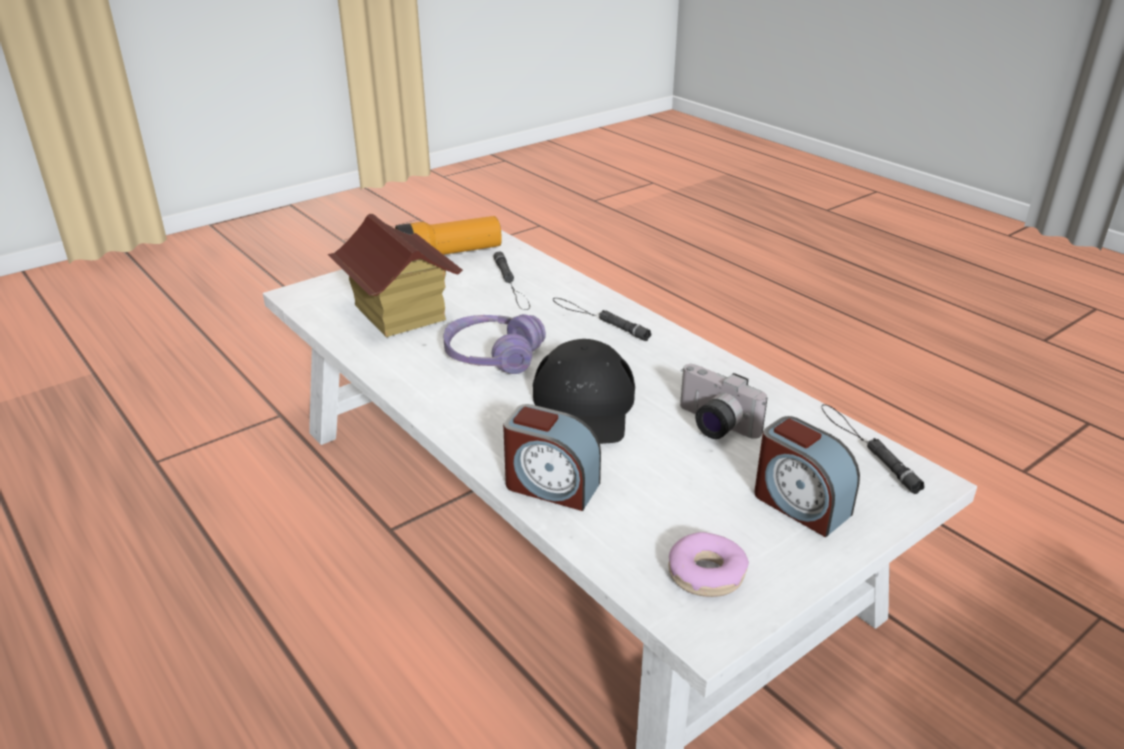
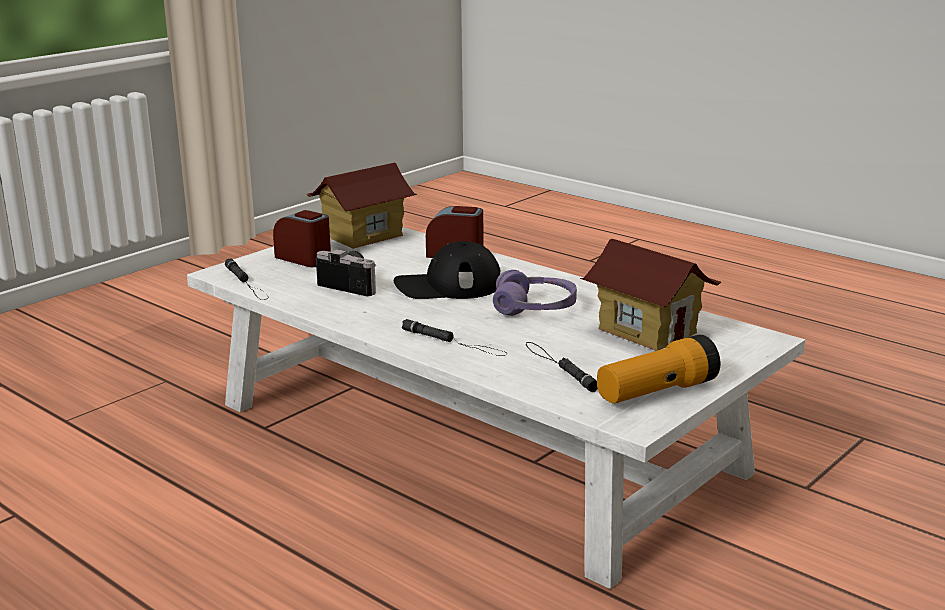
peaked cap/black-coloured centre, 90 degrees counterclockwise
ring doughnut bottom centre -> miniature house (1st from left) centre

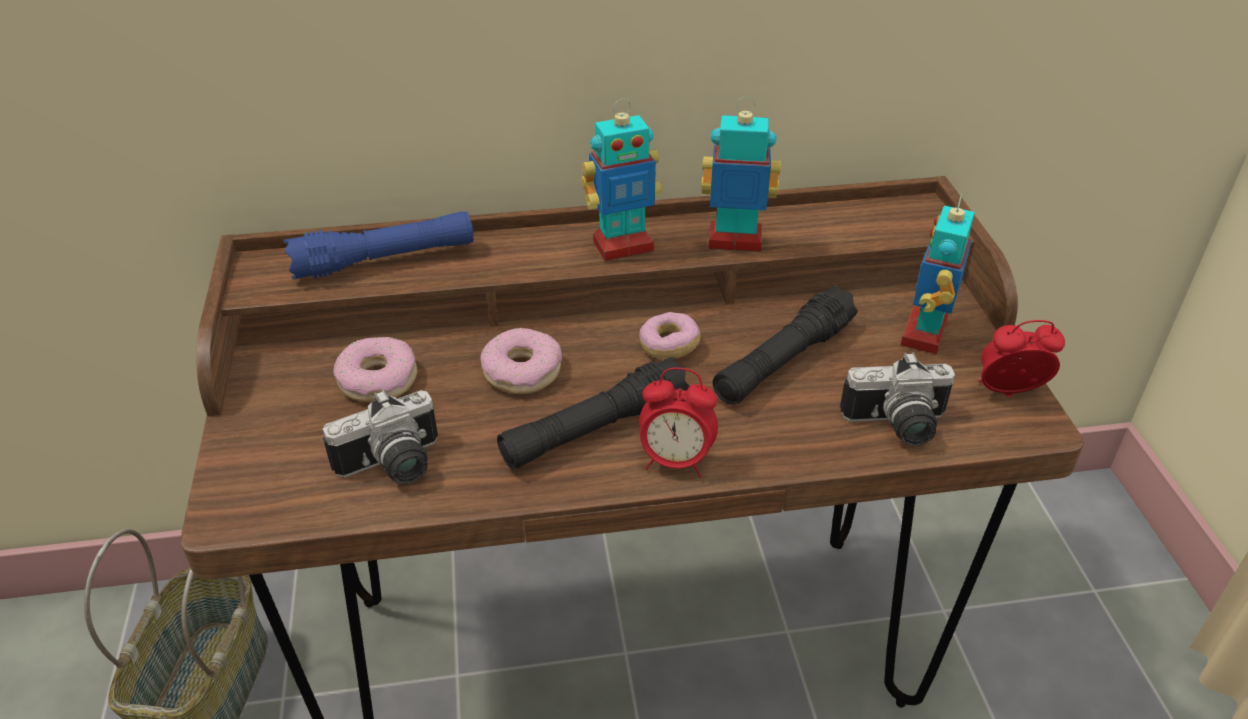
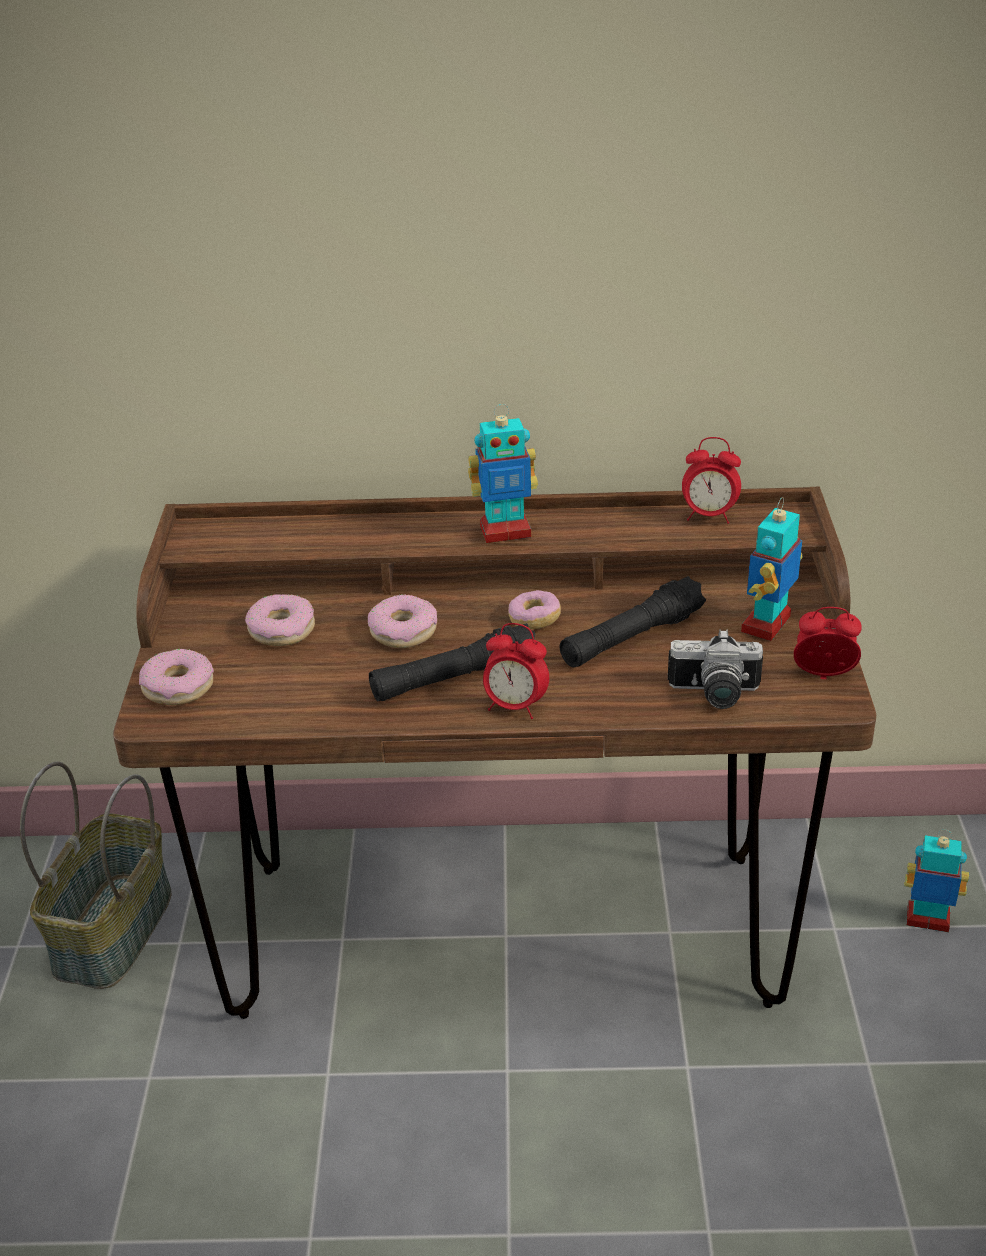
torch/blue middle left -> none
photo camera (1st from left) middle left -> none
model robot (2nd from left in the first image) top centre -> model robot (3rd from left) bottom right, moved
none -> ring doughnut (1st from left) middle left
none -> alarm clock (2nd from left) middle right

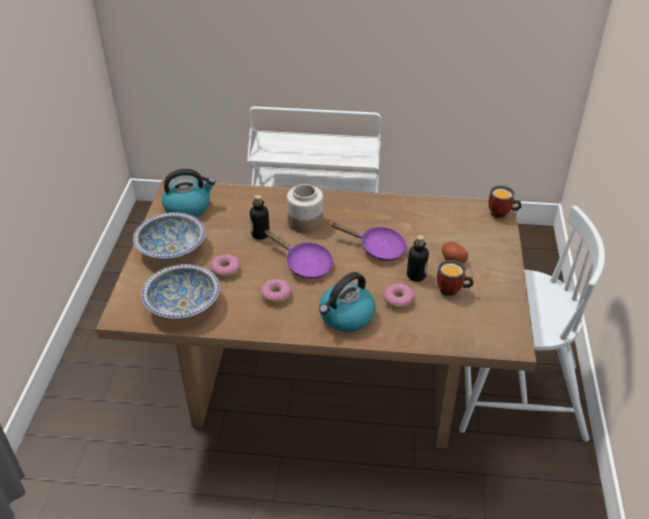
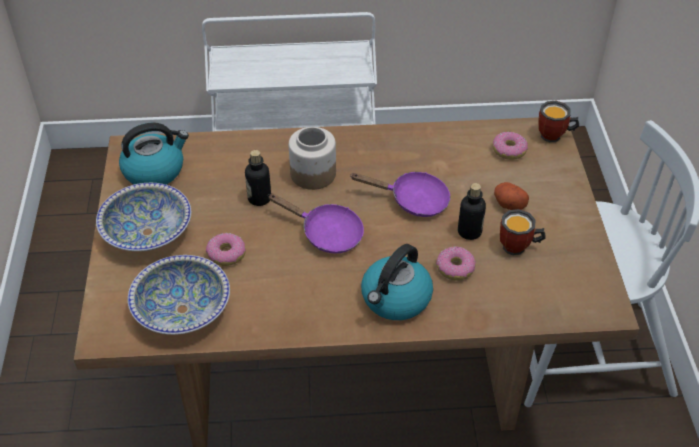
ring doughnut (2nd from left in the first image) centre -> ring doughnut (3rd from left) top right, moved

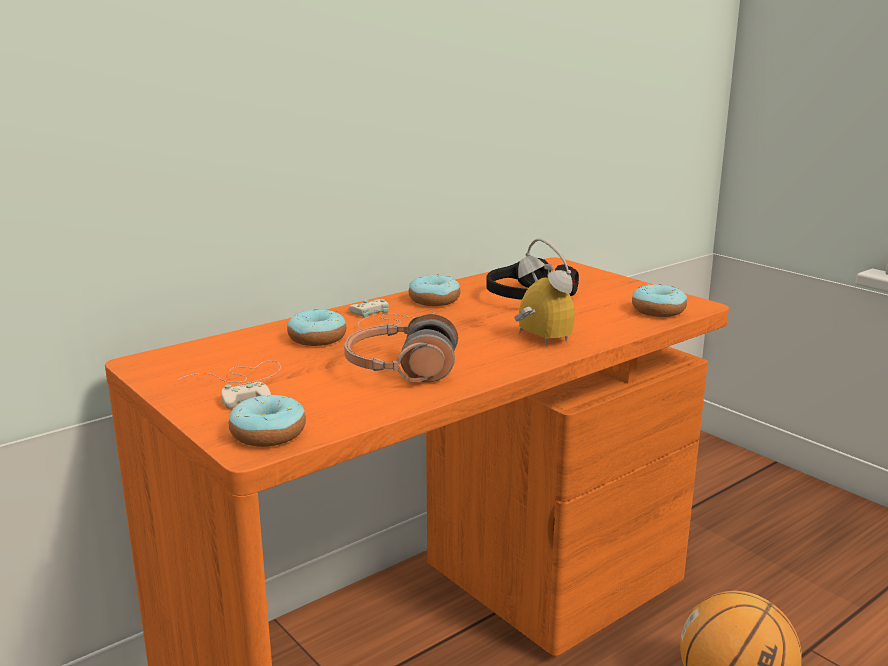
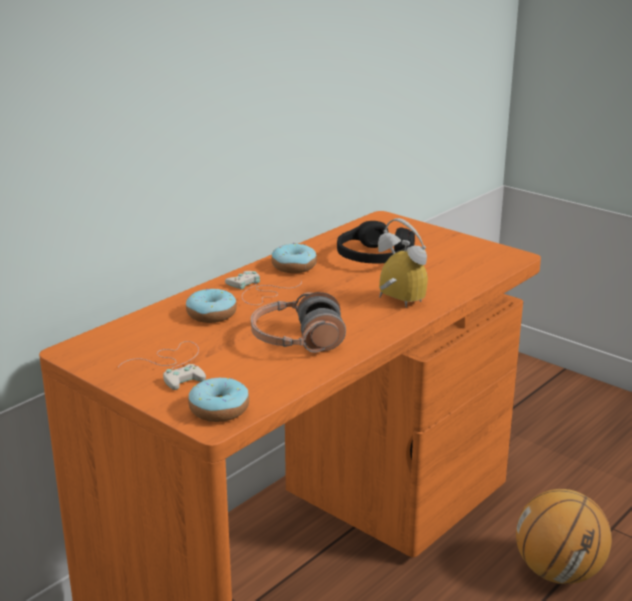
ring doughnut (4th from left) middle right -> none

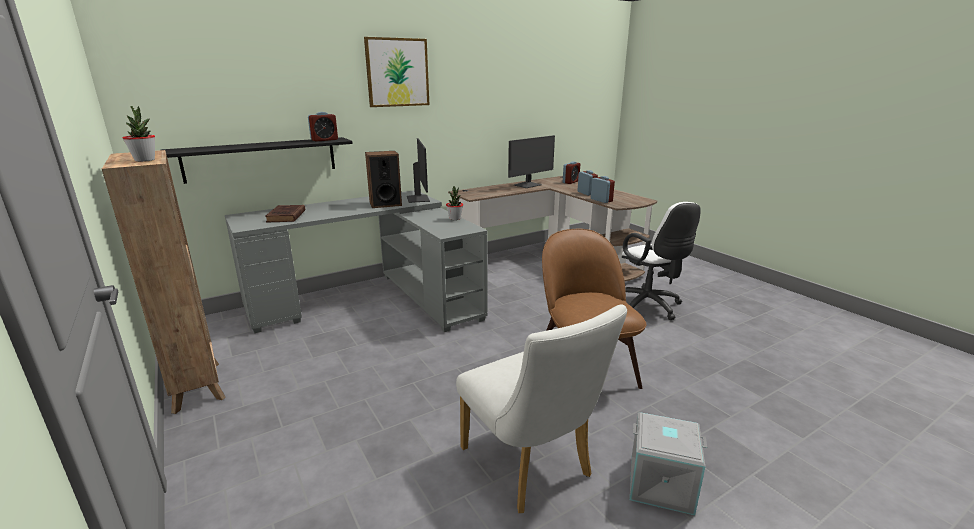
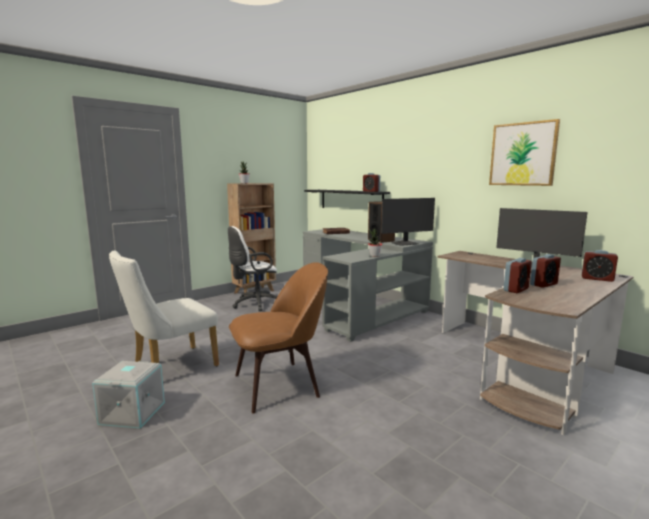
wall art top centre -> wall art top right, moved
computer chair/white middle right -> computer chair/white centre, moved

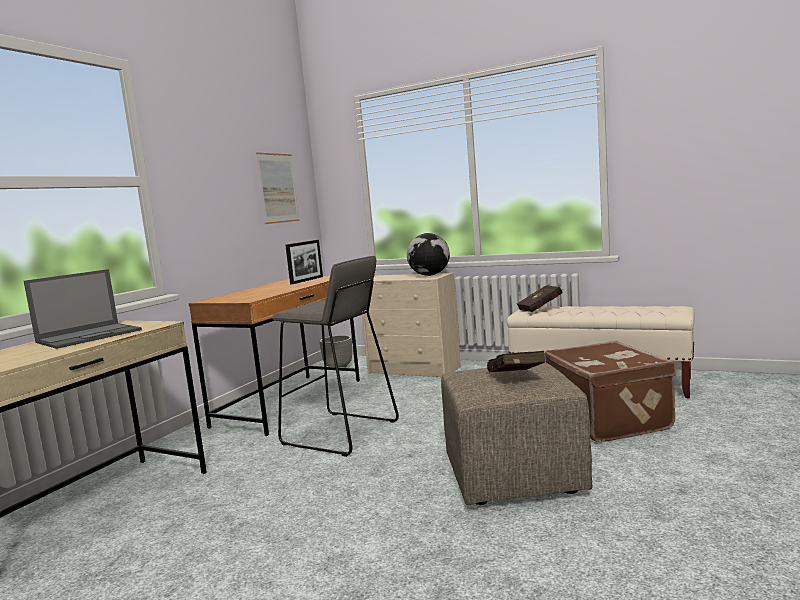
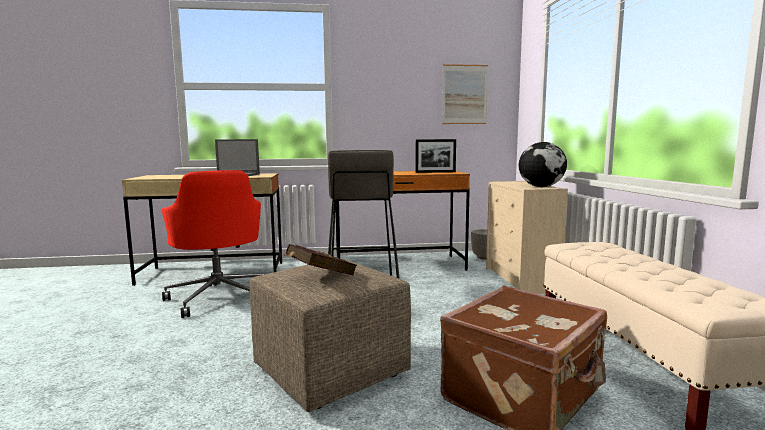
bound book/reddish (2nd from left) middle right -> none
none -> computer chair/reddish middle left

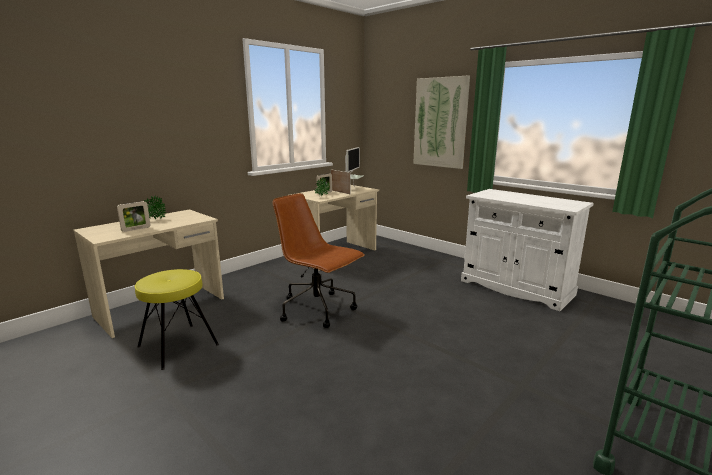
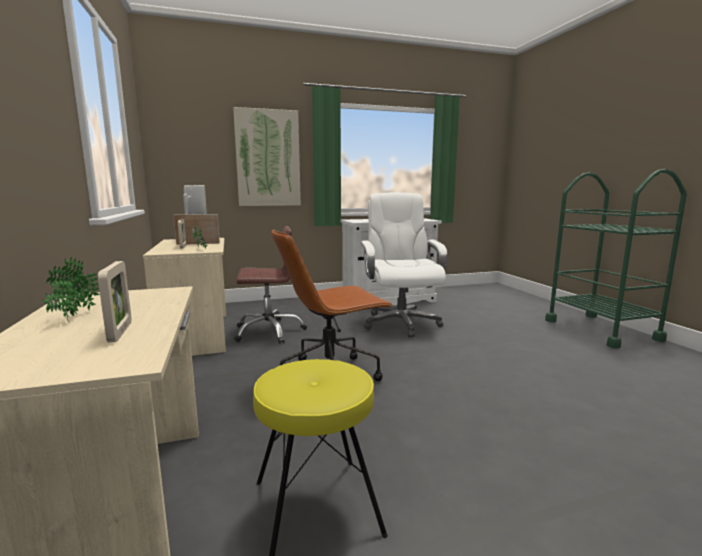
none -> computer chair/brown-coloured (1st from left) centre
none -> computer chair/white centre

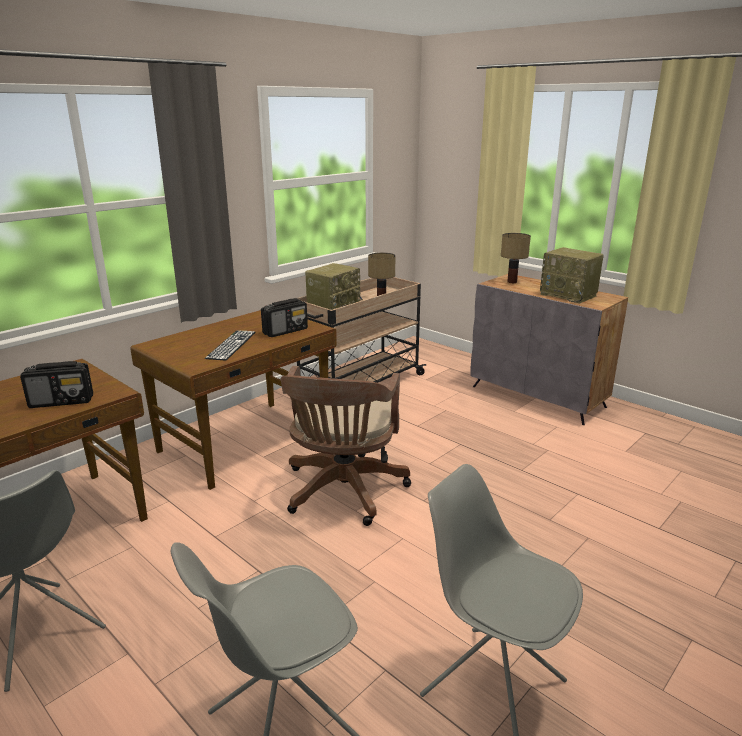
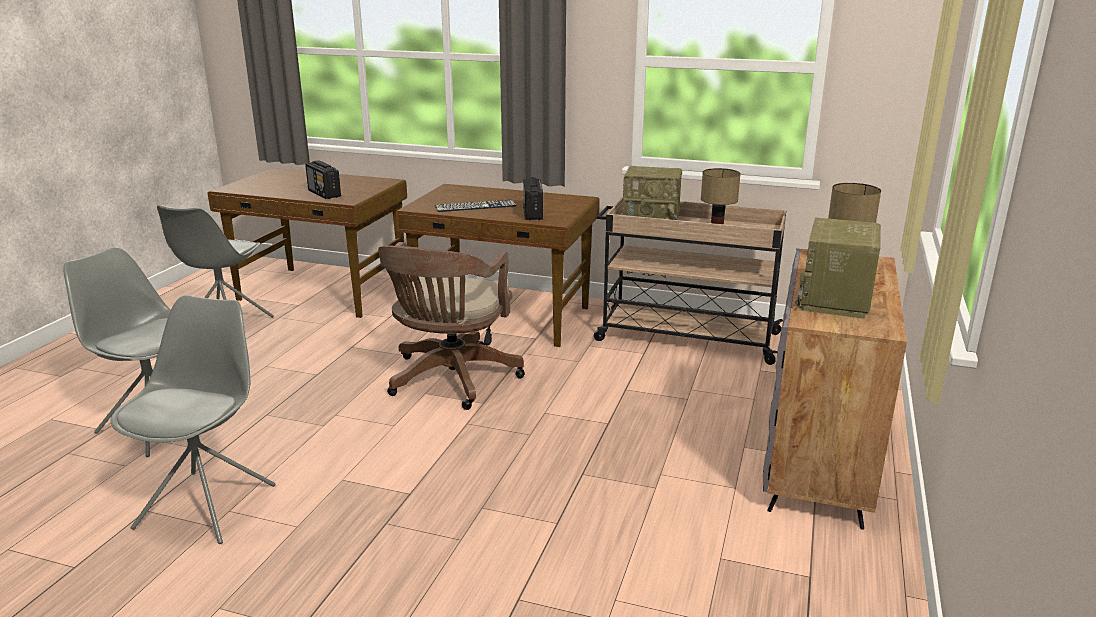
radio receiver (2nd from left) centre -> radio receiver (2nd from left) top centre, 60 degrees clockwise
computer chair/brown-coloured centre, 60 degrees counterclockwise

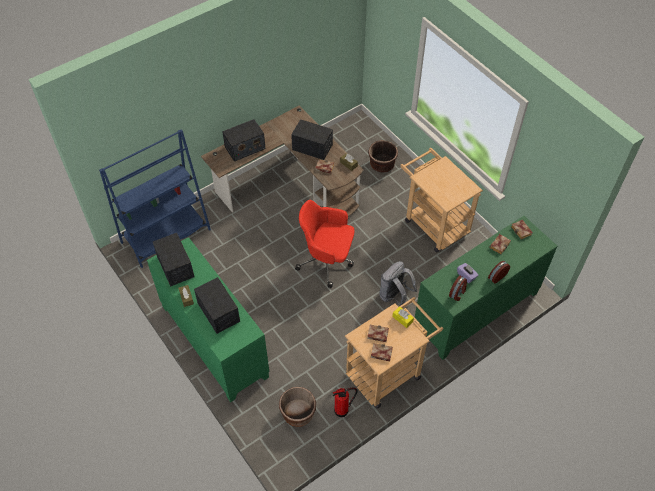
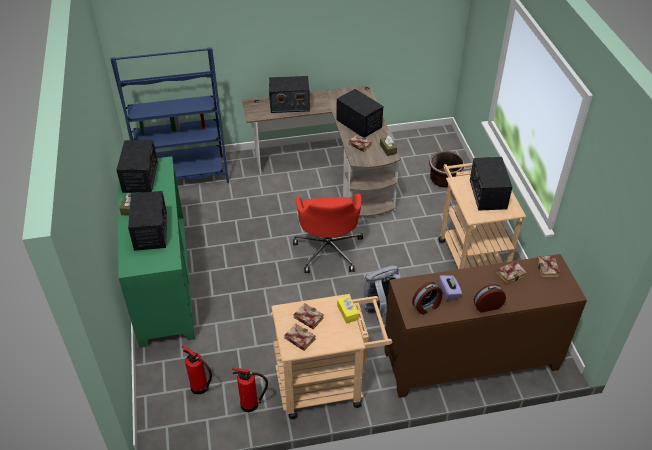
planter/brown-coloured (1st from left) bottom centre -> extinguisher (1st from left) bottom left
computer chair/reddish centre, 135 degrees counterclockwise
cupboard/green-coloured (2nd from left) middle right -> cupboard/brown-coloured bottom right
none -> radio receiver (5th from left) middle right

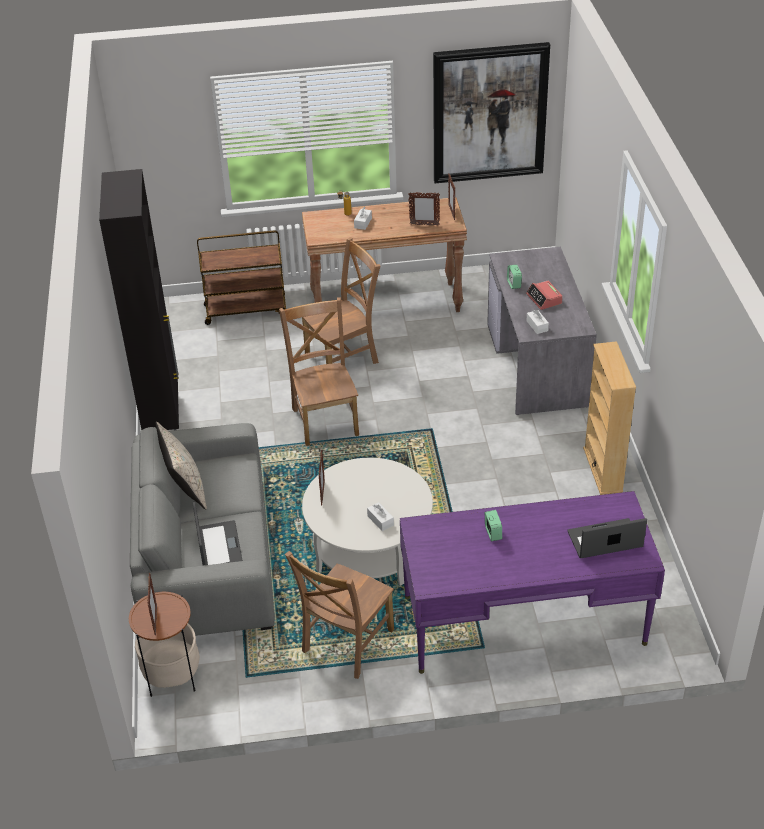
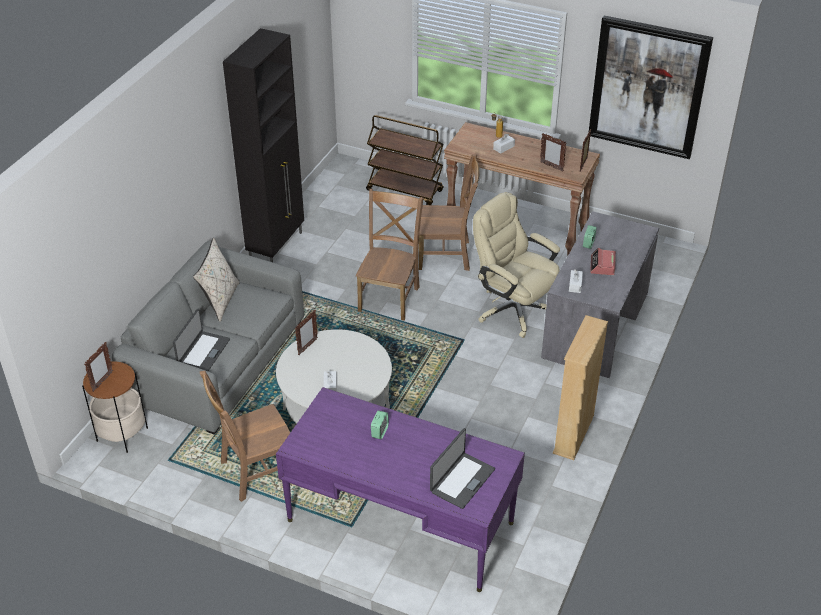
notebook computer (2nd from left) middle right -> notebook computer (2nd from left) bottom centre, 105 degrees clockwise
none -> computer chair/sand-coloured centre

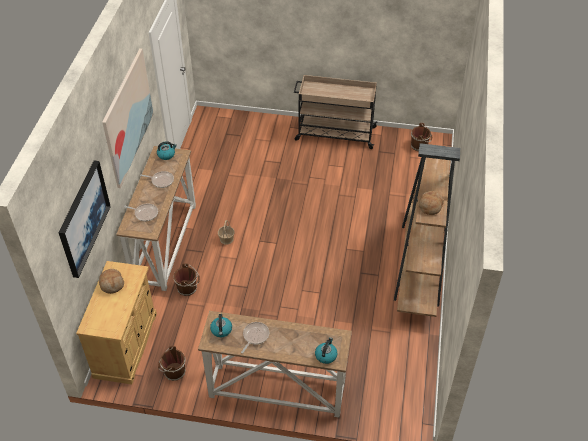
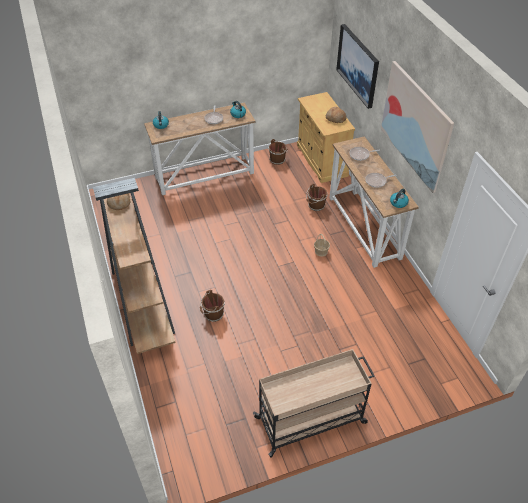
bucket/brown-coloured (3rd from left in the first image) top right -> bucket/brown-coloured (1st from left) centre, moved

